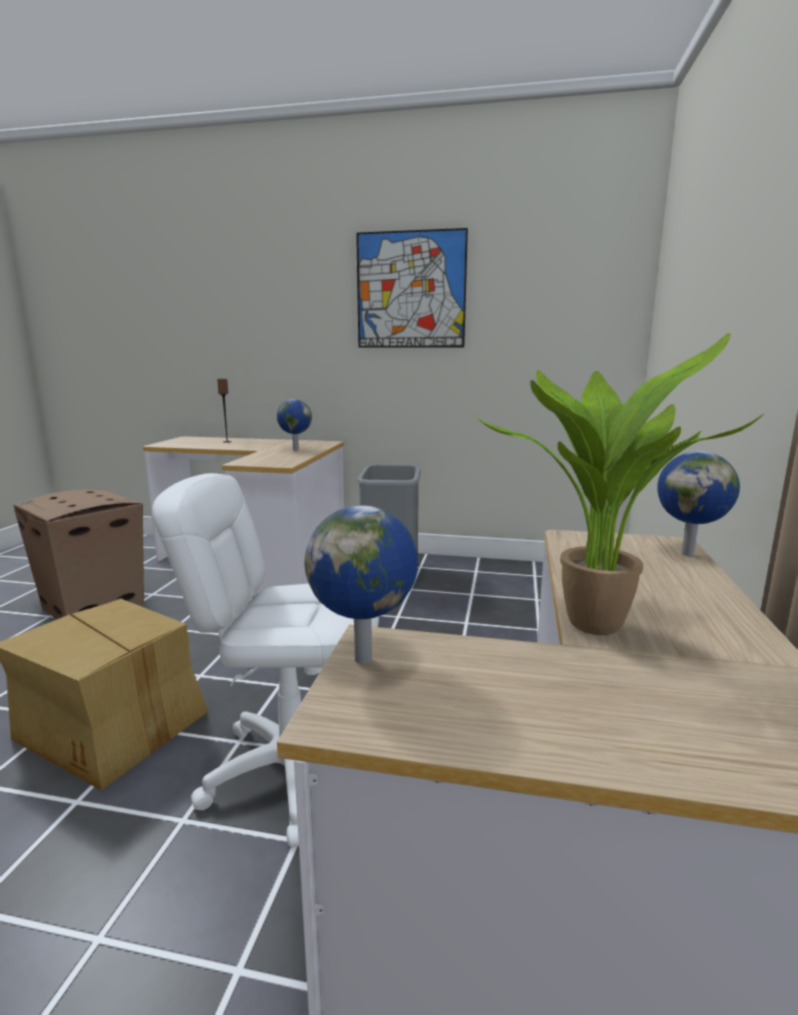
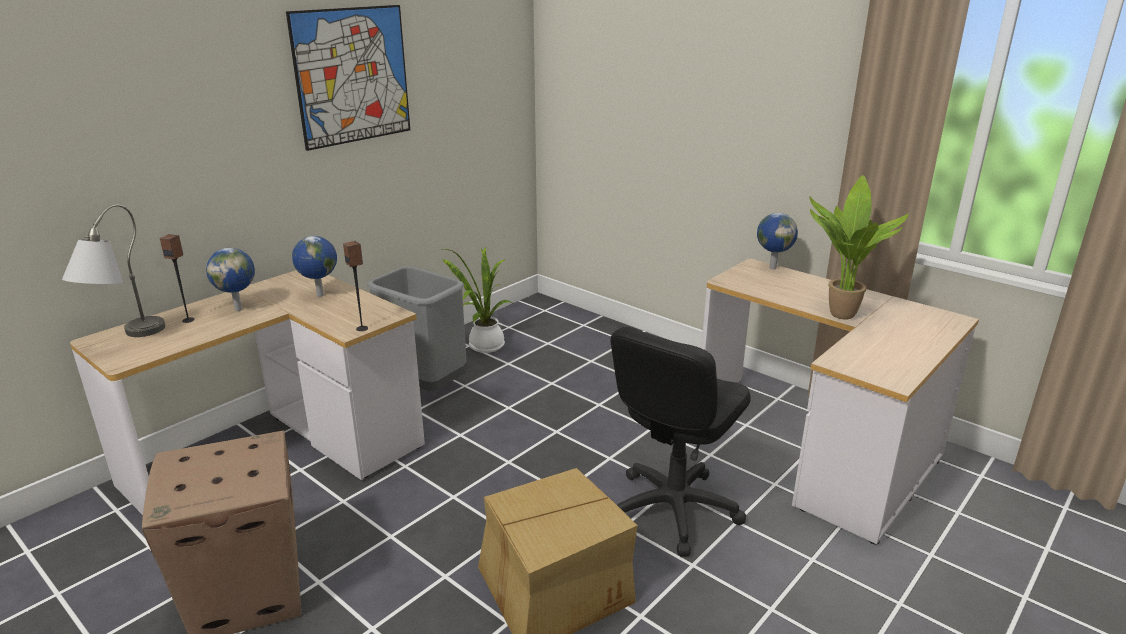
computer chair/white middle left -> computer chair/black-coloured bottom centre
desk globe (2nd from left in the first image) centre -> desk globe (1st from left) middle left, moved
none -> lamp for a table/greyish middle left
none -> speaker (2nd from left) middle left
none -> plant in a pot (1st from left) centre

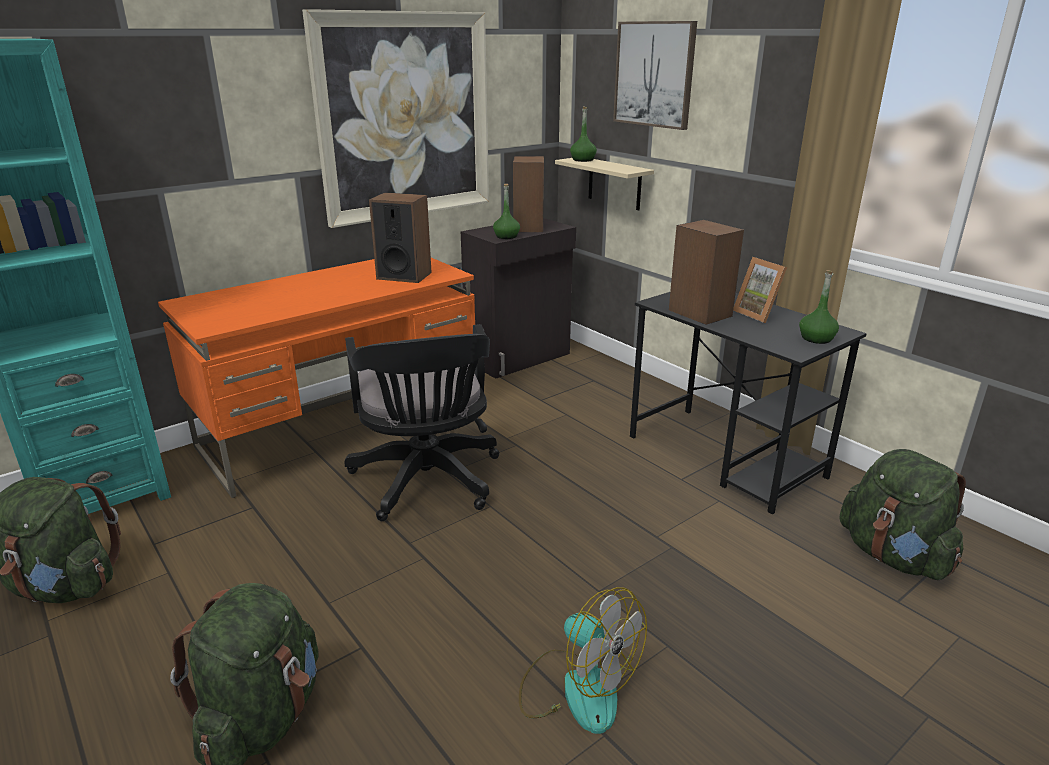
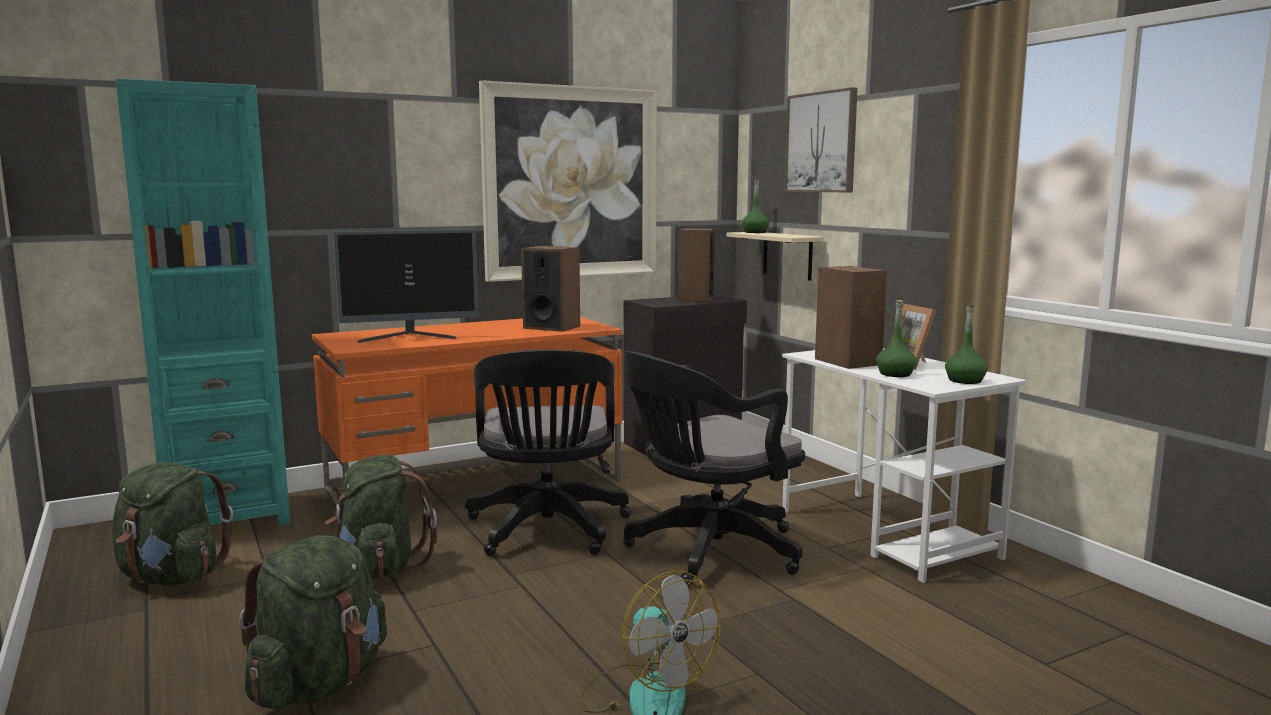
beverage bottle/green-coloured (1st from left in the first image) top centre -> beverage bottle/green-coloured (2nd from left) middle right, moved
desk unit/black-coloured middle right -> desk unit/white middle right
knapsack/green-coloured (3rd from left) bottom right -> knapsack/green-coloured (3rd from left) bottom left, moved
none -> monitor middle left
none -> computer chair/black-coloured (2nd from left) centre

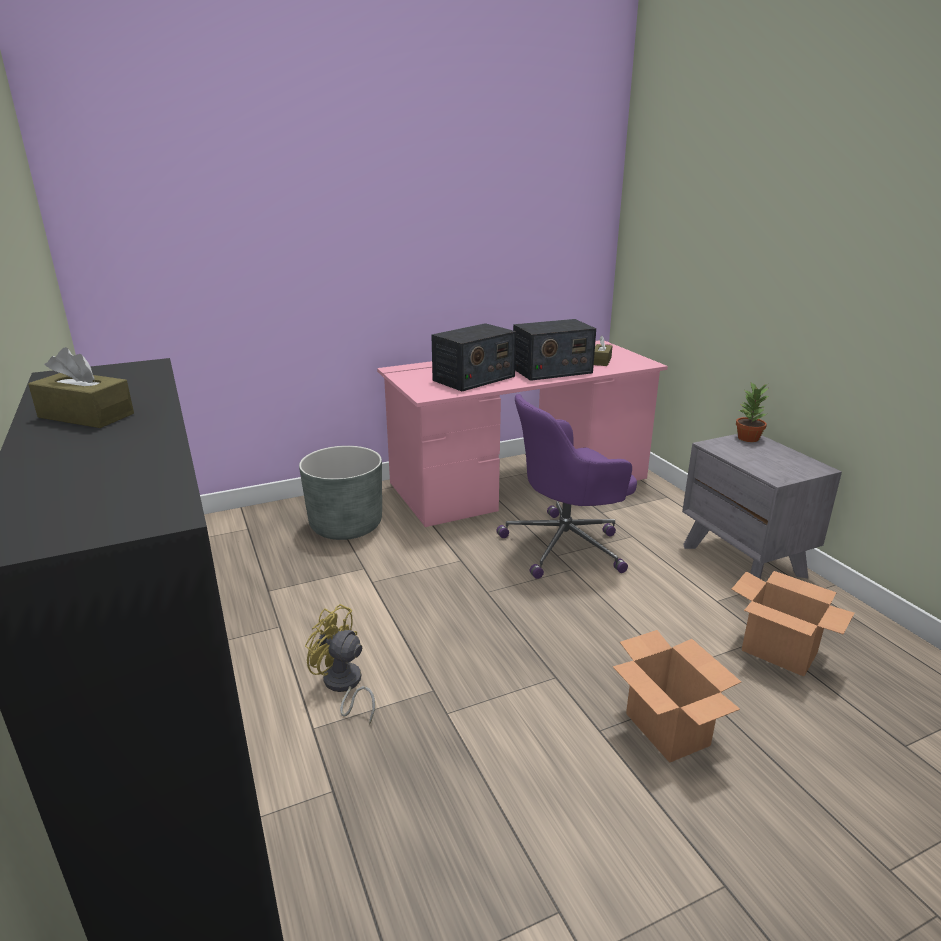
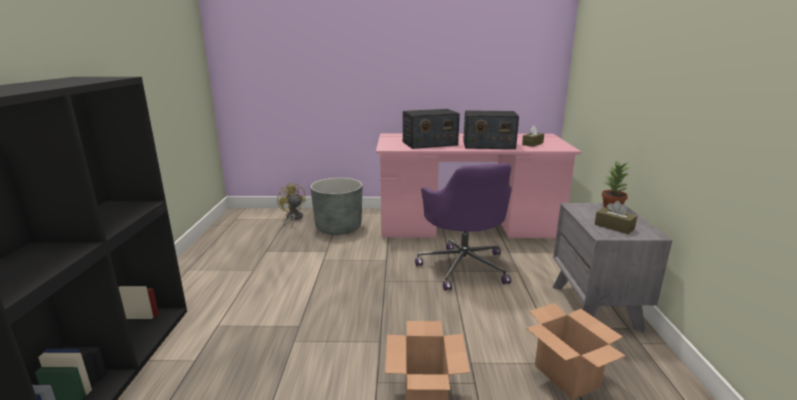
tissue holder/brown-coloured (1st from left in the first image) middle left -> tissue holder/brown-coloured (2nd from left) middle right, moved
fan/yellow-coloured bottom centre -> fan/yellow-coloured centre, moved
computer chair/purplish centre, 105 degrees counterclockwise

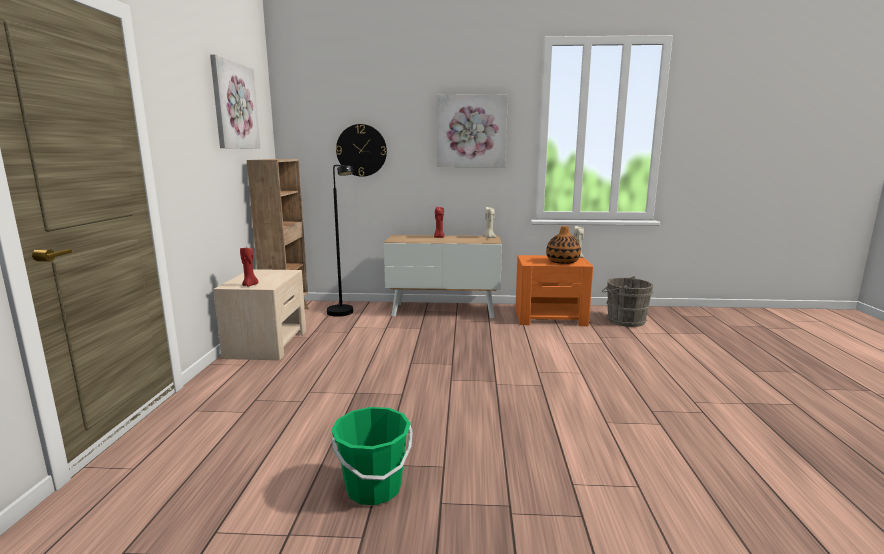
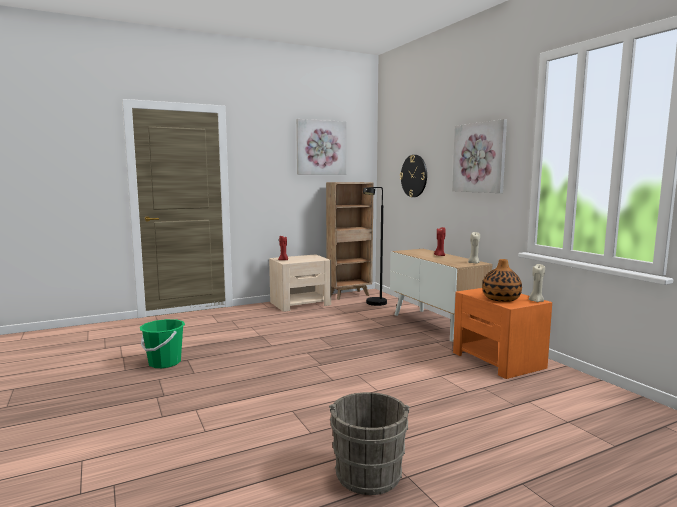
bucket/greyish middle right -> bucket/greyish bottom centre, moved

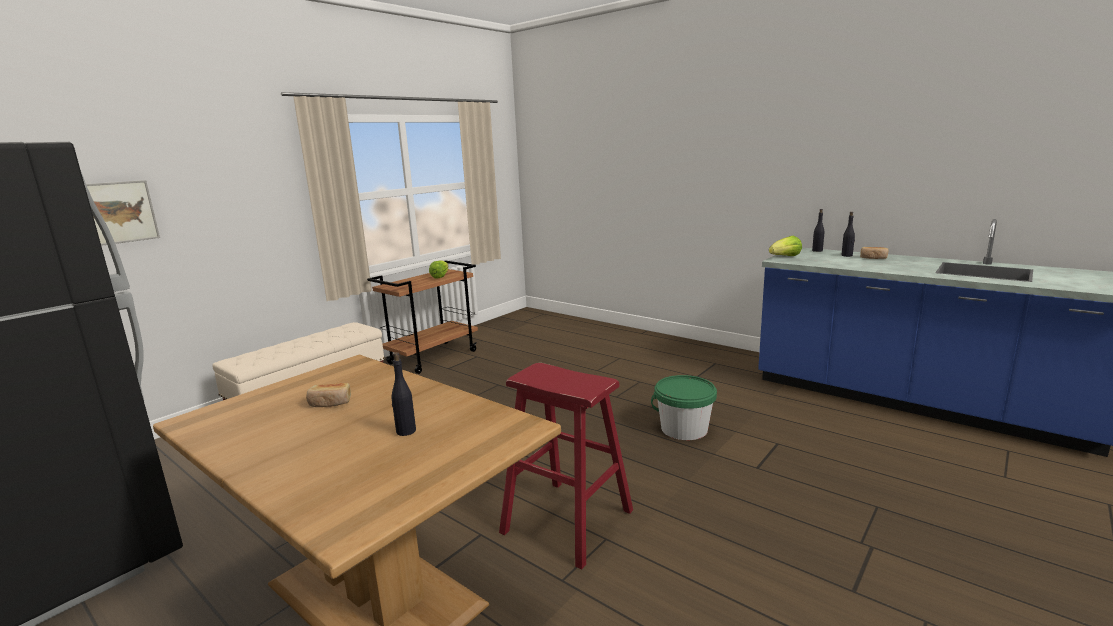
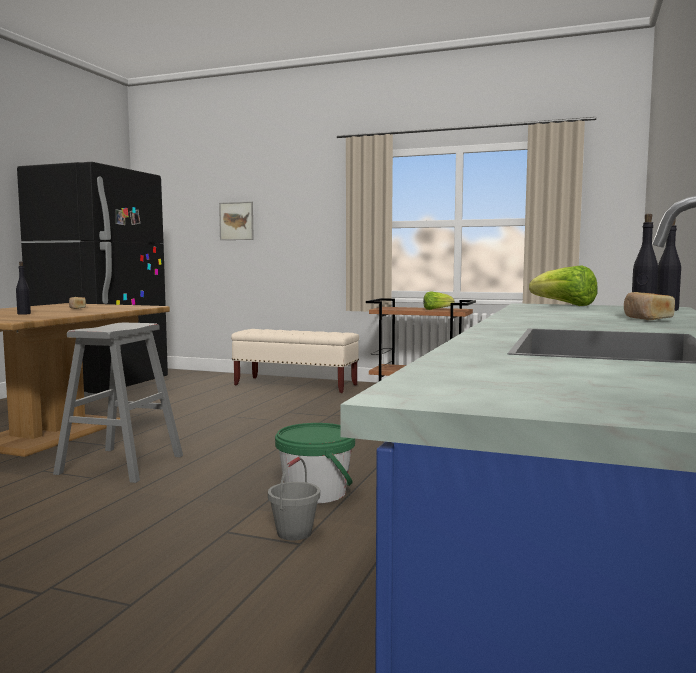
sitting stool/reddish bottom centre -> sitting stool/greyish middle left
none -> bucket/greyish bottom centre

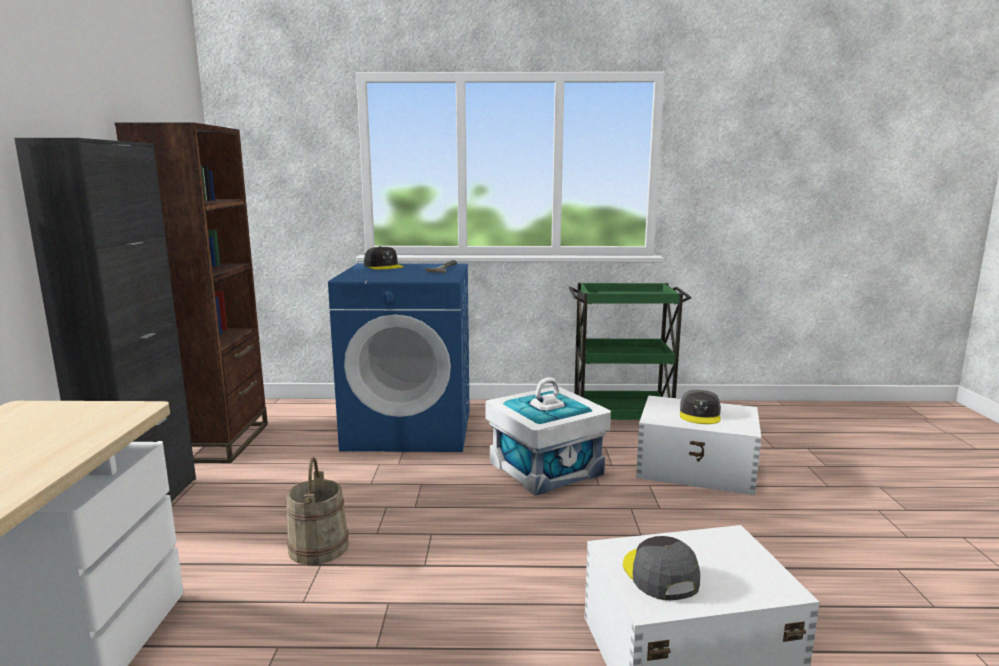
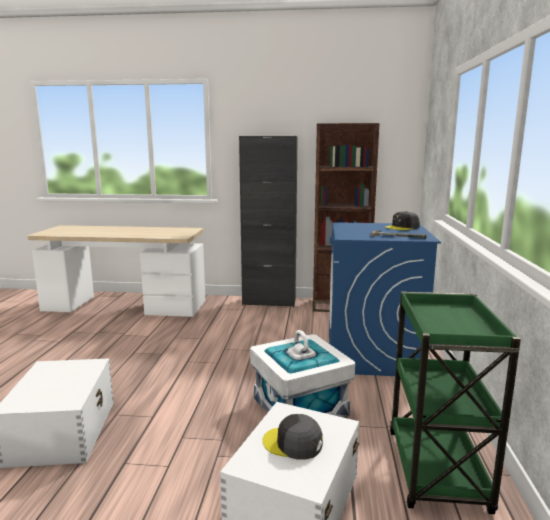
bucket/sand-coloured bottom left -> none
peaked cap/greyish (2nd from left) bottom centre -> none

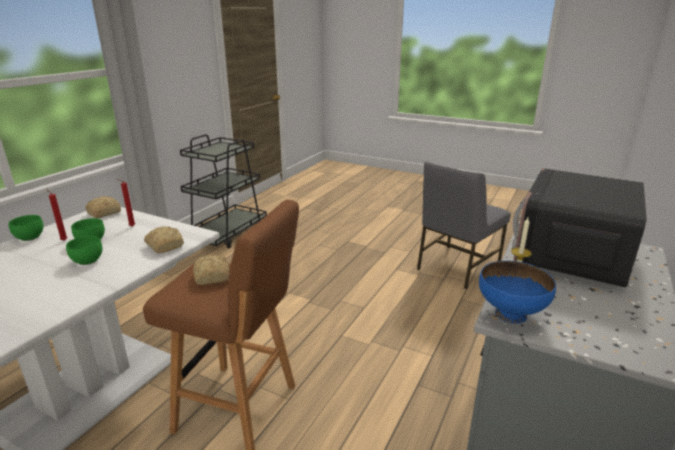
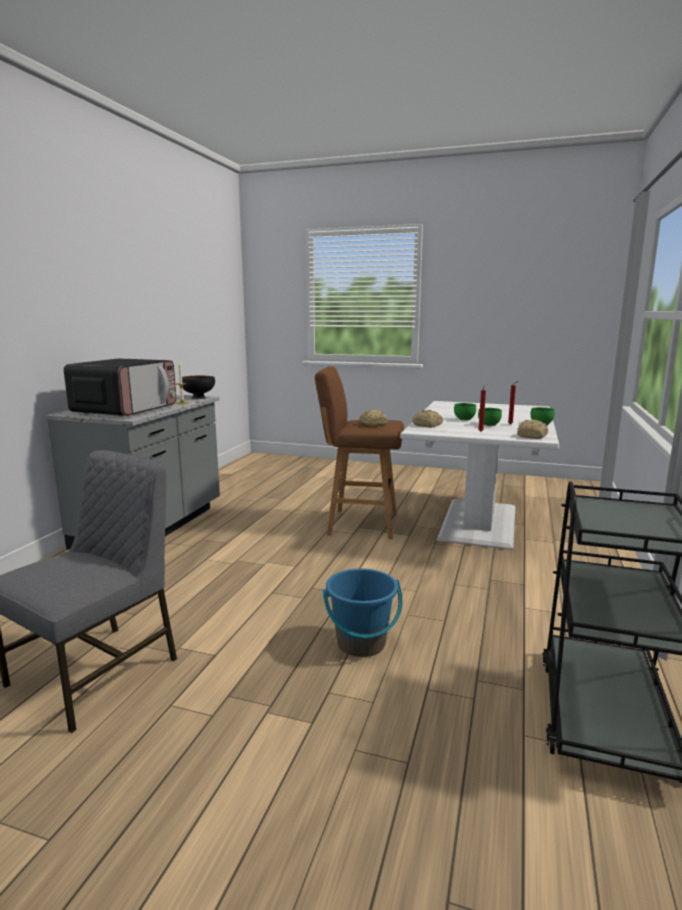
deep dish/blue middle right -> deep dish/black-coloured middle left
none -> bucket/blue bottom centre

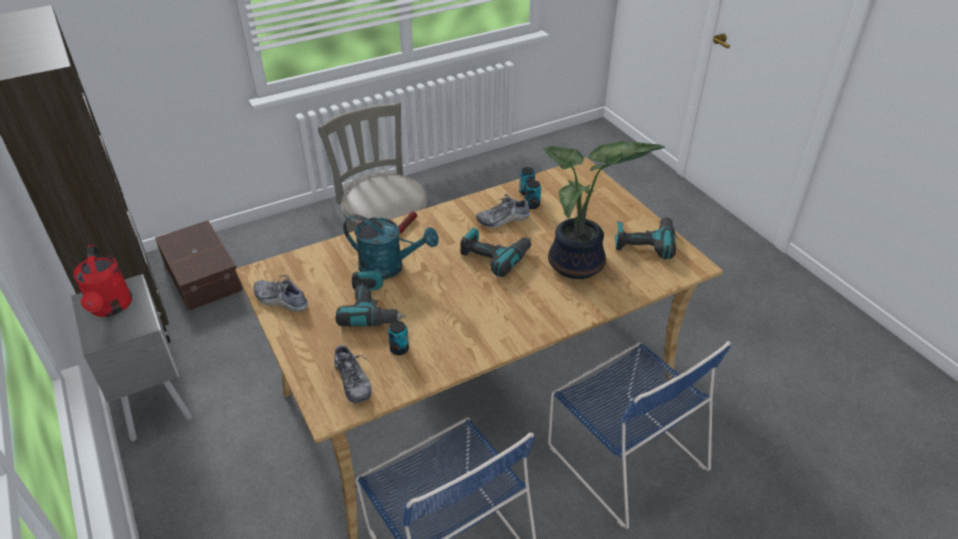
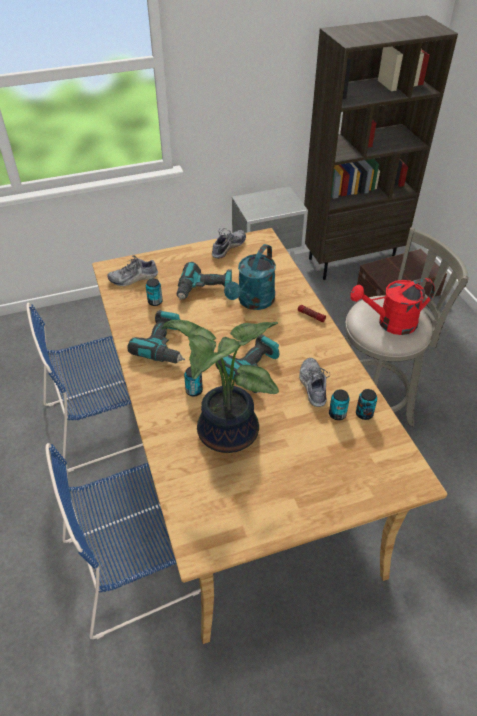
sprinkling can/reddish middle left -> sprinkling can/reddish middle right, moved
drill (3rd from left in the first image) middle right -> drill (1st from left) middle left, moved
none -> can (2nd from left) centre

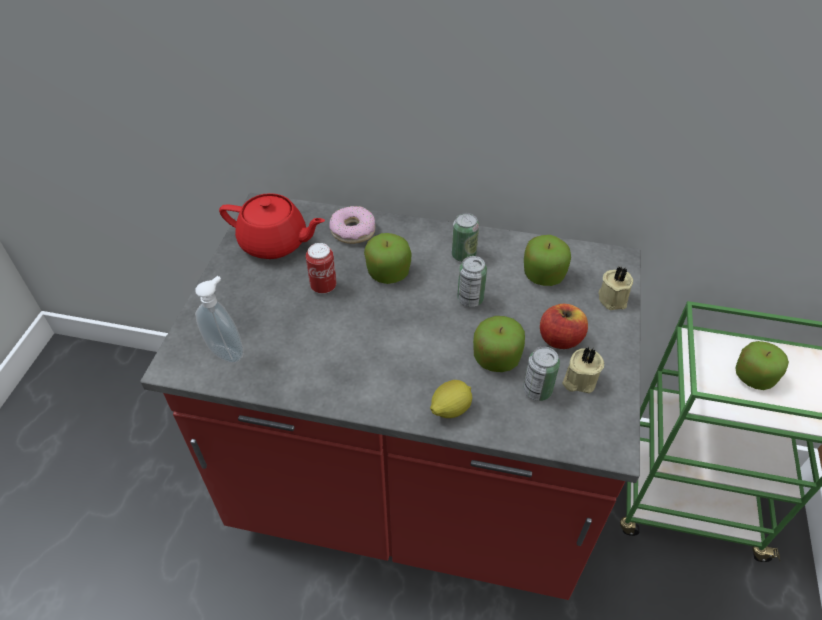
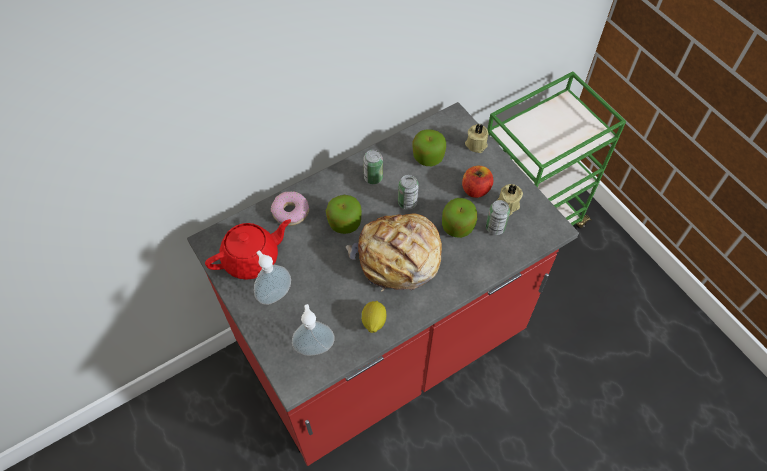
can (1st from left) centre -> none
citrus fruit centre -> citrus fruit bottom centre, moved
apple (5th from left) middle right -> none
none -> soap dispenser (1st from left) centre
none -> baked bread centre

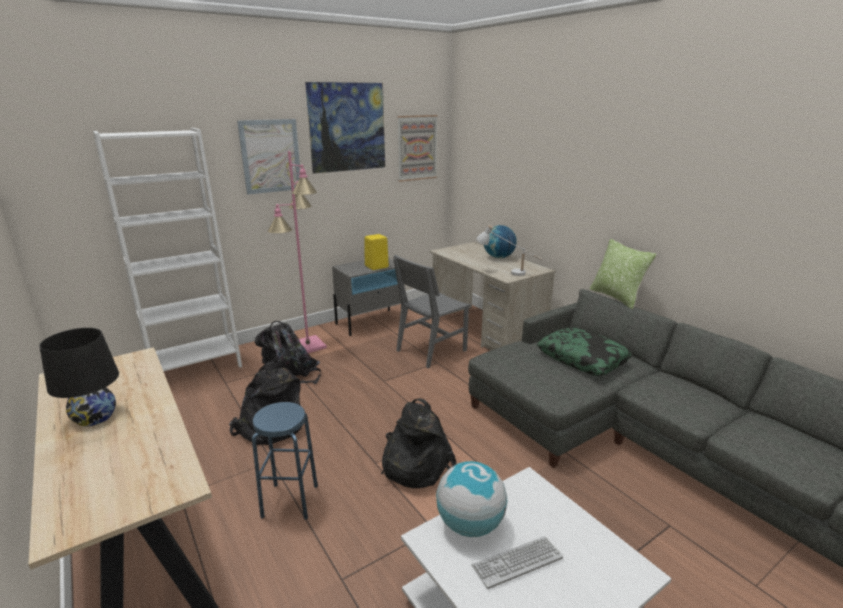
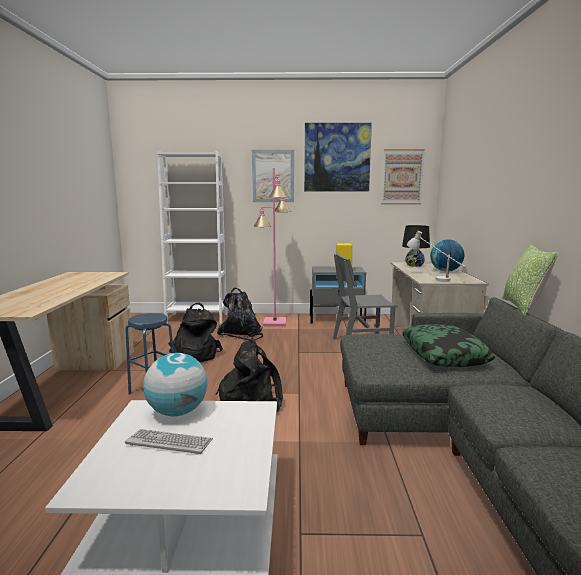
lamp for a table/black-coloured middle left -> lamp for a table/black-coloured middle right, moved

